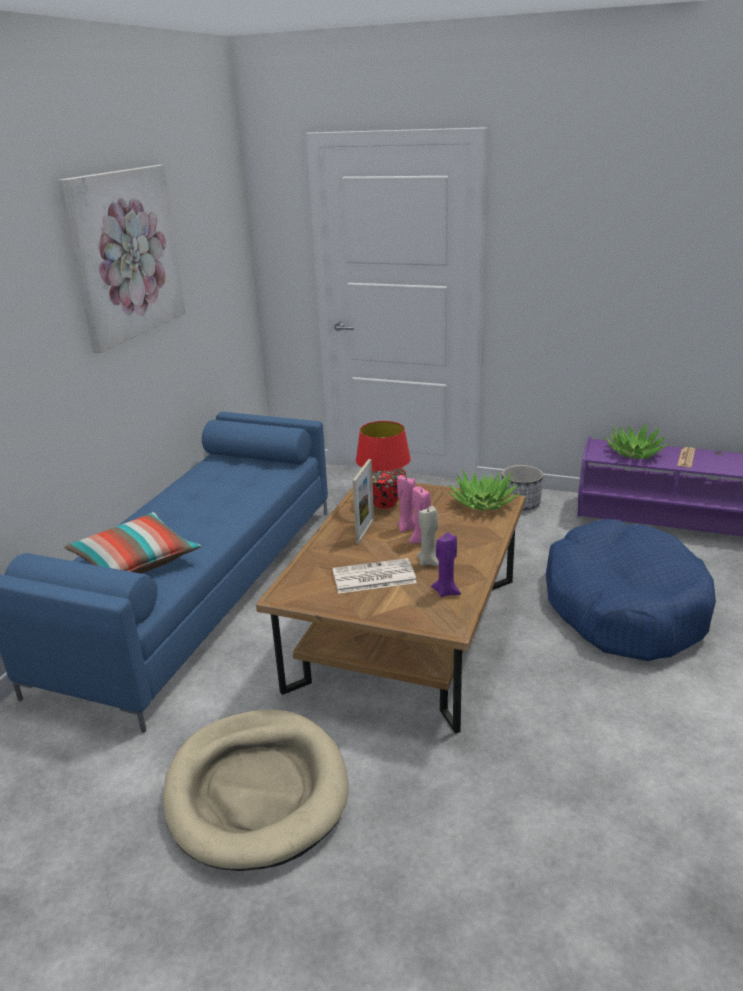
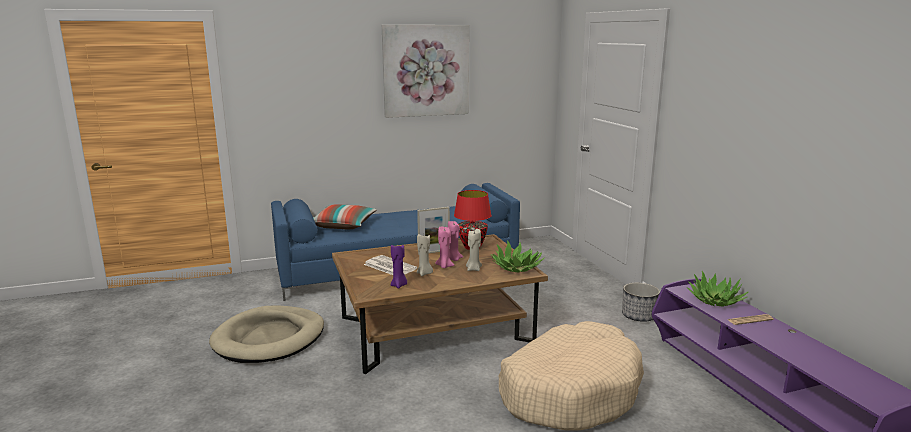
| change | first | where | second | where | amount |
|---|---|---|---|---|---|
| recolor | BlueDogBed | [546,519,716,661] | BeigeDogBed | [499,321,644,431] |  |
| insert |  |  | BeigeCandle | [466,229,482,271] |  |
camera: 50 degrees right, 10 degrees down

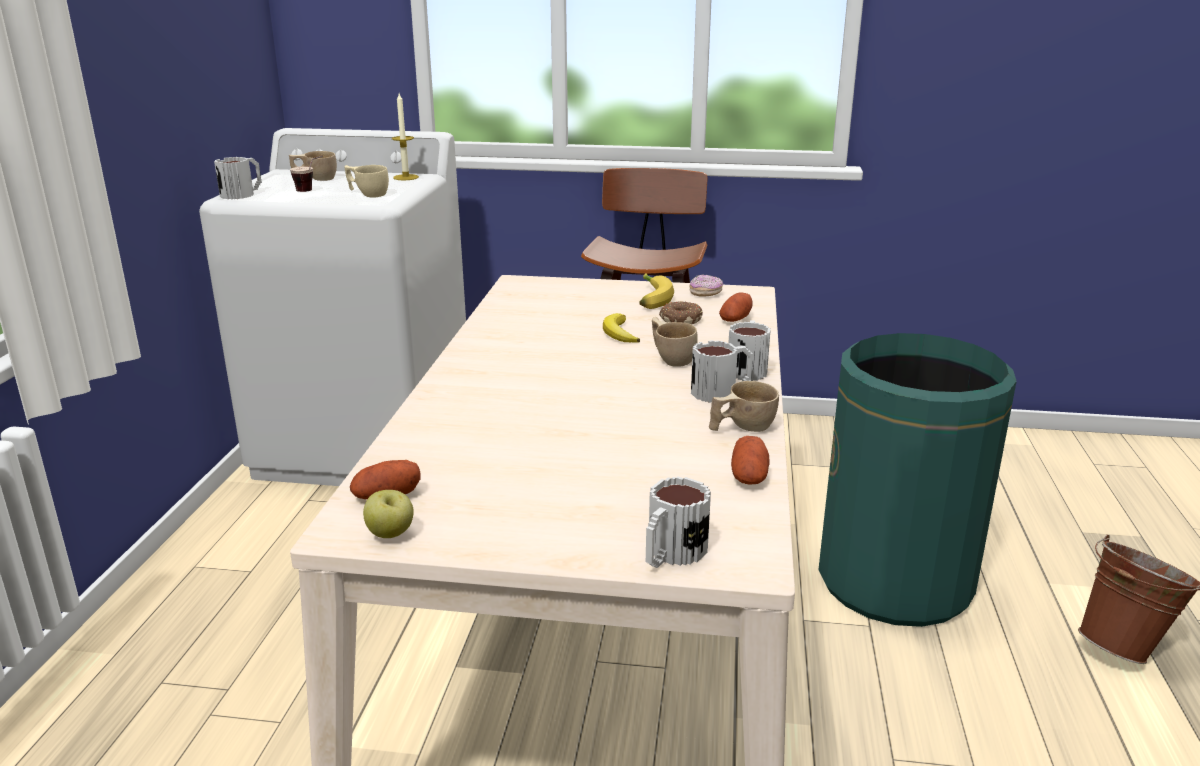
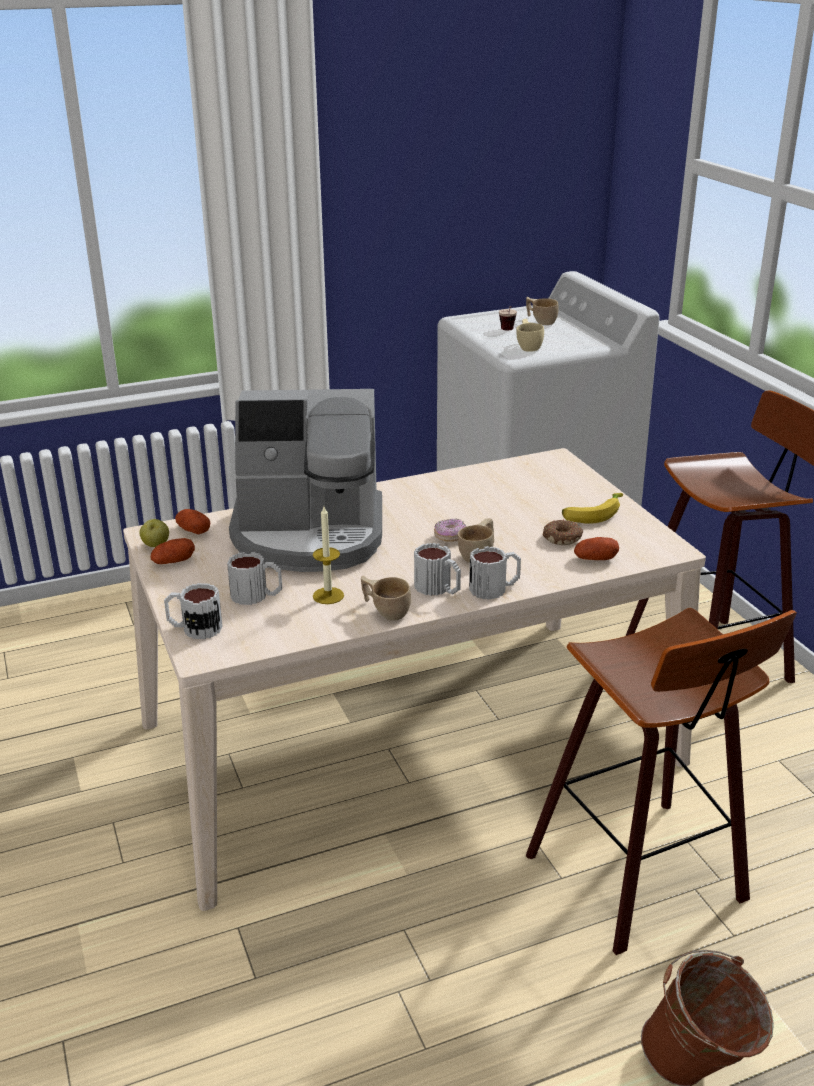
| change | first | where | second | where | amount |
|---|---|---|---|---|---|
| move | Mug | [214,157,262,199] |  | [227,552,282,605] |  |
| move | Candle | [392,93,419,180] |  | [313,507,344,604] |  |
| delete | Banana | [603,313,640,342] |  |  |  |
| move | Donut | [689,275,723,296] |  | [434,518,466,542] |  |
| move | Potato | [731,436,769,485] |  | [150,538,195,564] |  |
| replace | GreenTrashCan | [818,333,1017,627] | Stool | [526,608,797,955] |  |
| insert |  |  | CoffeeMachine | [229,389,382,572] |  |
camera: 60 degrees right, 5 degrees up

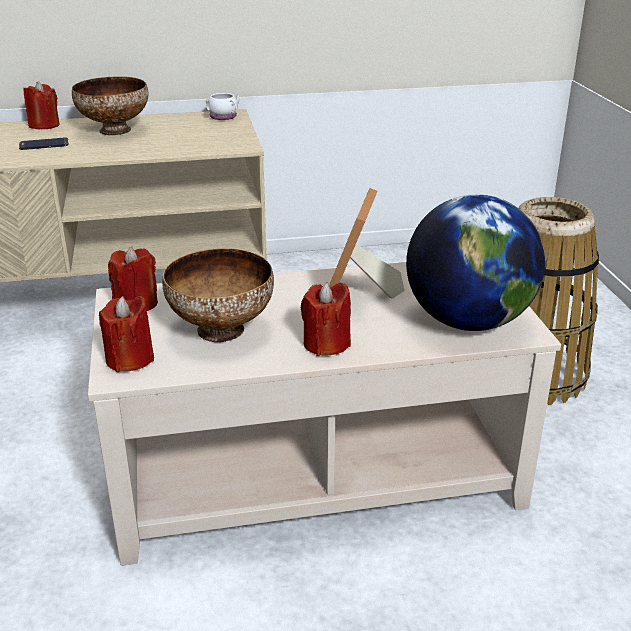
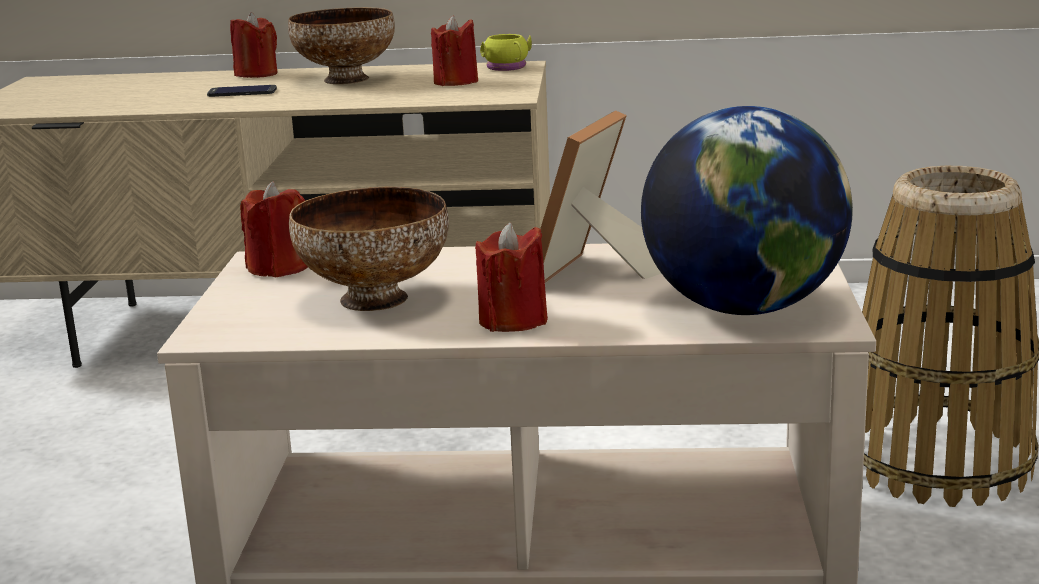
| change | first | where | second | where | amount |
|---|---|---|---|---|---|
| move | RedCandle | [99,296,154,372] |  | [431,16,478,86] |  |
| recolor | WhiteMug | [206,93,239,120] | YellowMug | [480,34,532,71] |  |
camera: 15 degrees right, 10 degrees down

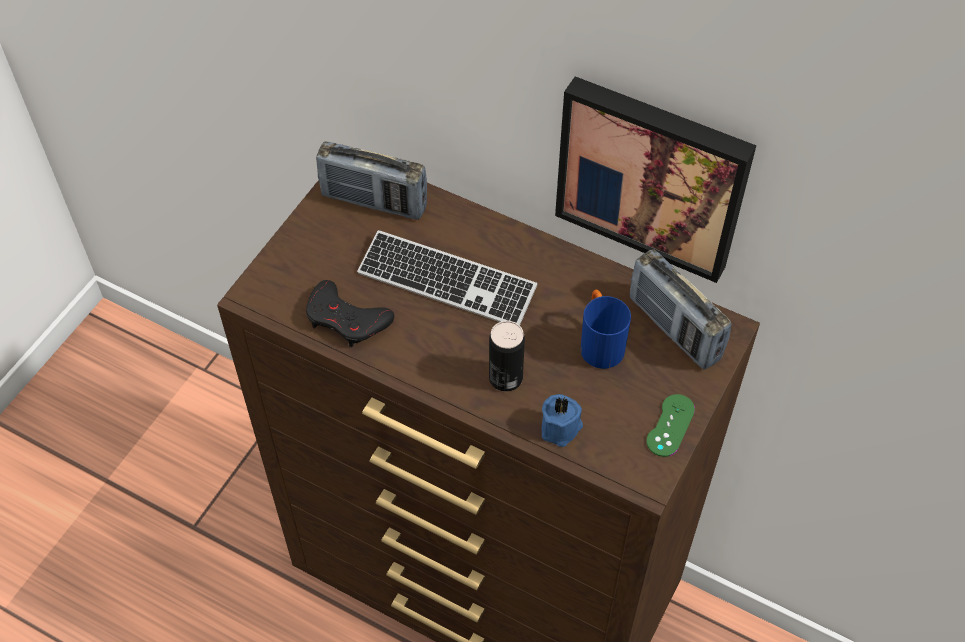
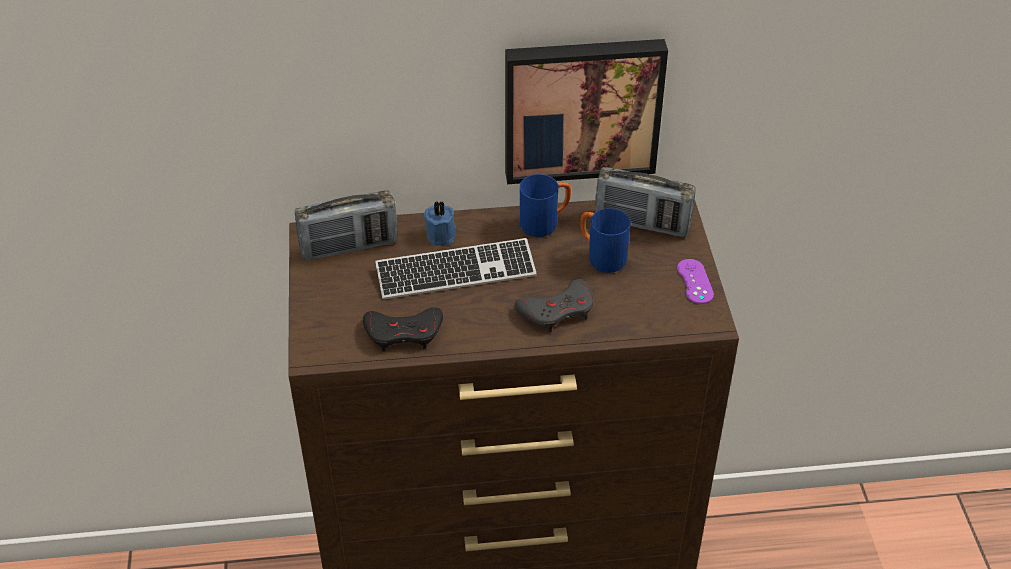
| change | first | where | second | where | amount |
|---|---|---|---|---|---|
| replace | Can | [489,321,525,392] | GreyGameController | [514,279,593,332] |  |
| move | BlueCandle | [541,394,583,447] |  | [424,201,456,246] |  |
| recolor | GreenGameController | [646,394,695,457] | PurpleGameController | [677,259,714,304] |  |
| insert |  |  | BlueMug | [520,174,571,237] |  |
camera: 35 degrees left, 10 degrees down

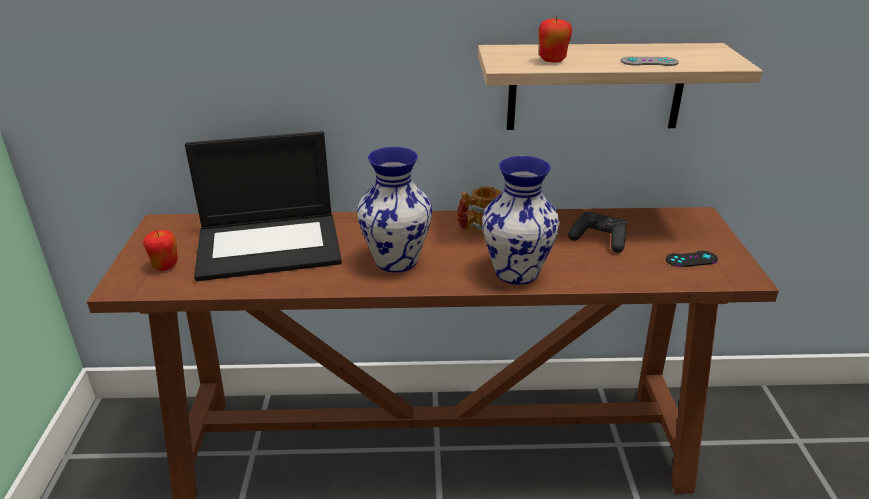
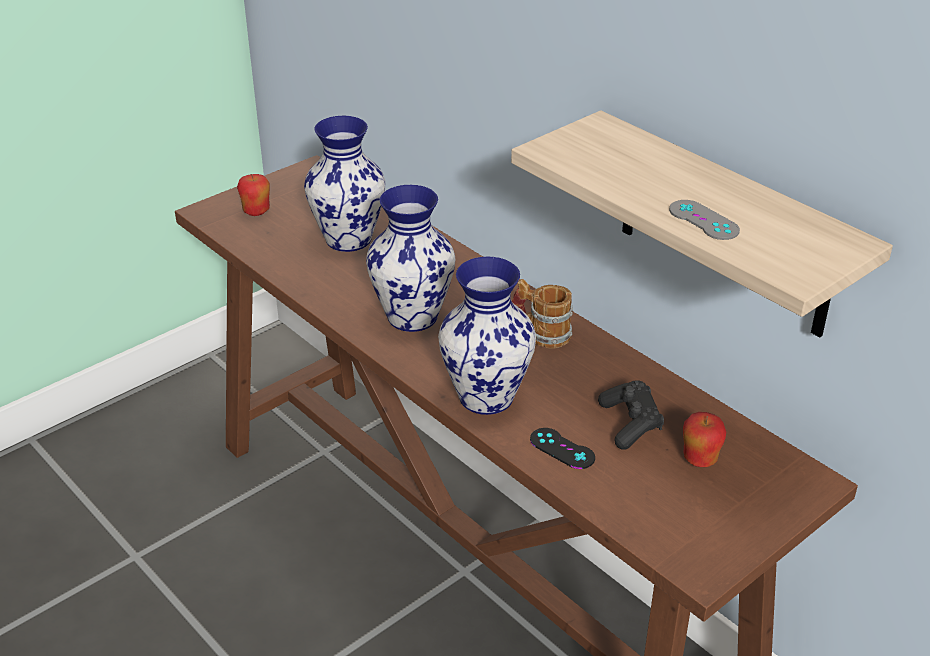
| change | first | where | second | where | amount |
|---|---|---|---|---|---|
| replace | Laptop | [185,131,342,281] | Vase | [304,116,385,252] |  |
| move | Apple | [538,16,572,63] |  | [683,412,726,467] |  |
| move | BlackGameController | [666,251,718,267] |  | [530,428,595,469] |  |
camera: 50 degrees right, 5 degrees up

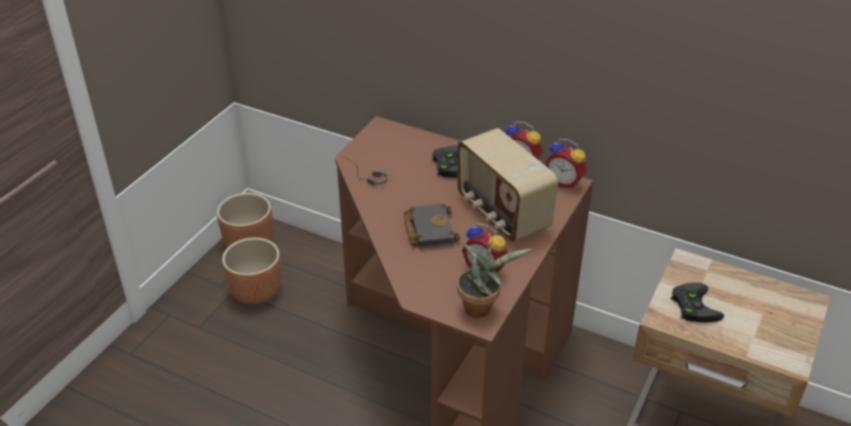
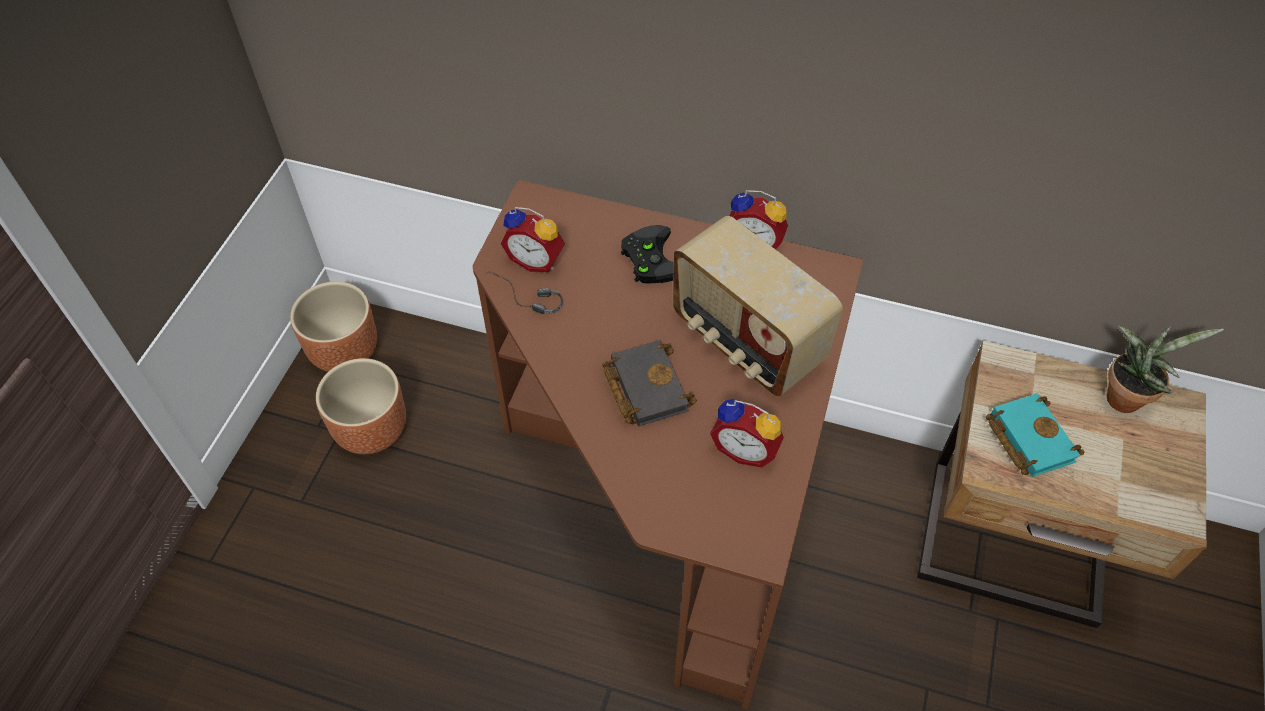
| change | first | where | second | where | amount |
|---|---|---|---|---|---|
| move | PottedPlant | [457,243,532,318] |  | [1107,325,1224,413] |  |
| move | AlarmClock | [544,139,587,188] |  | [501,207,565,272] |  |
| replace | BlackGameController | [671,282,724,322] | TurquoiseBook | [986,393,1084,477] |  |
camera: 10 degrees left, 15 degrees up

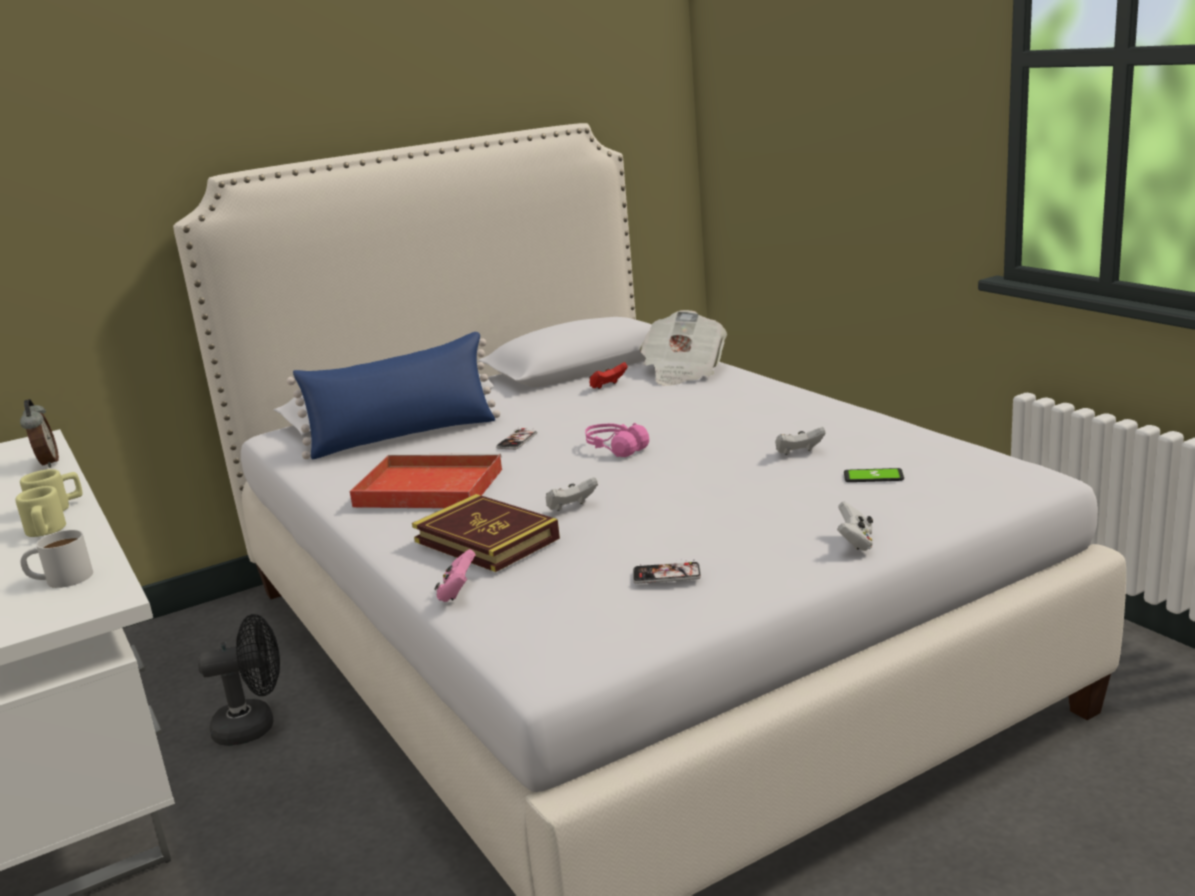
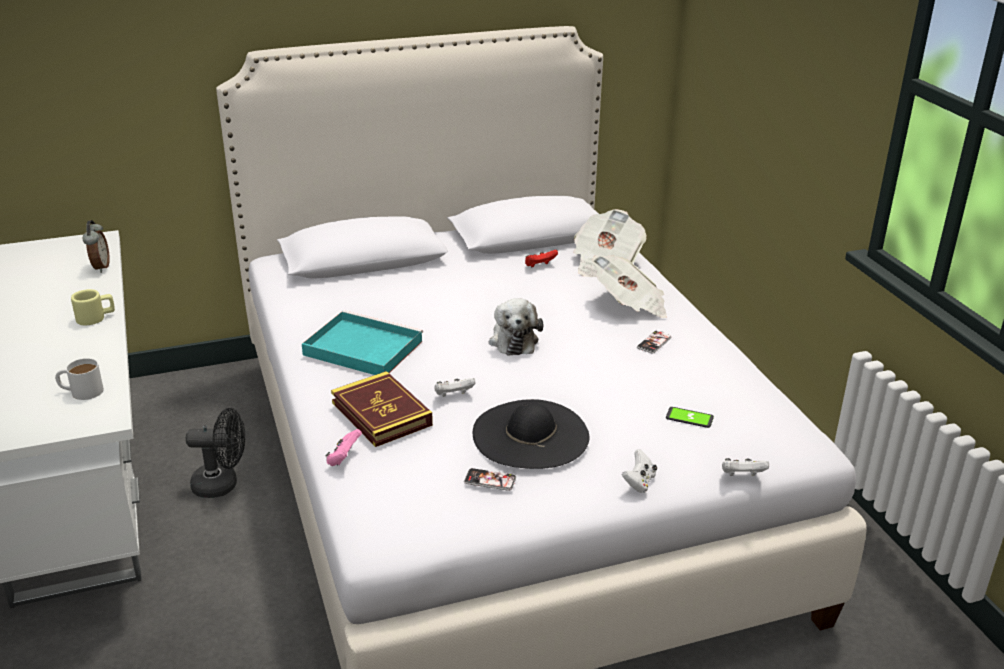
| change | first | where | second | where | amount |
|---|---|---|---|---|---|
| delete | BeigeMug | [15,486,66,537] |  |  |  |
| delete | BluePillow | [287,332,500,459] |  |  |  |
| recolor | RedTray | [350,453,502,508] | TurquoiseTray | [302,310,423,375] |  |
| move | Phone | [496,428,537,450] |  | [637,331,672,354] |  |
| replace | PinkHeadphones | [585,423,649,457] | PlushToy | [489,298,543,356] |  |
| move | WhiteGameController | [775,427,826,455] |  | [722,458,769,476] |  |
| insert |  |  | BlackHat | [473,399,589,469] |  |
| insert |  |  | Newspaper | [592,255,667,318] |  |
camera: 10 degrees right, 10 degrees up

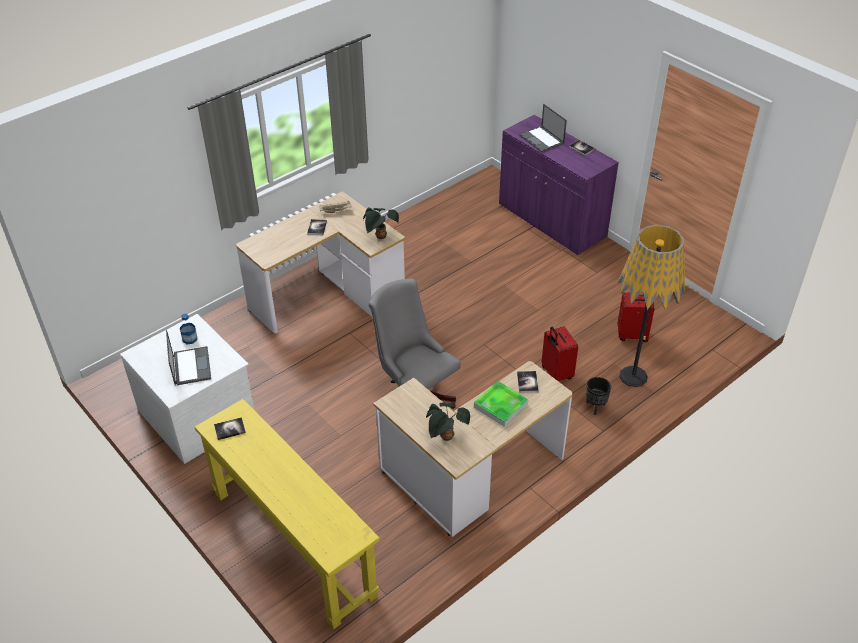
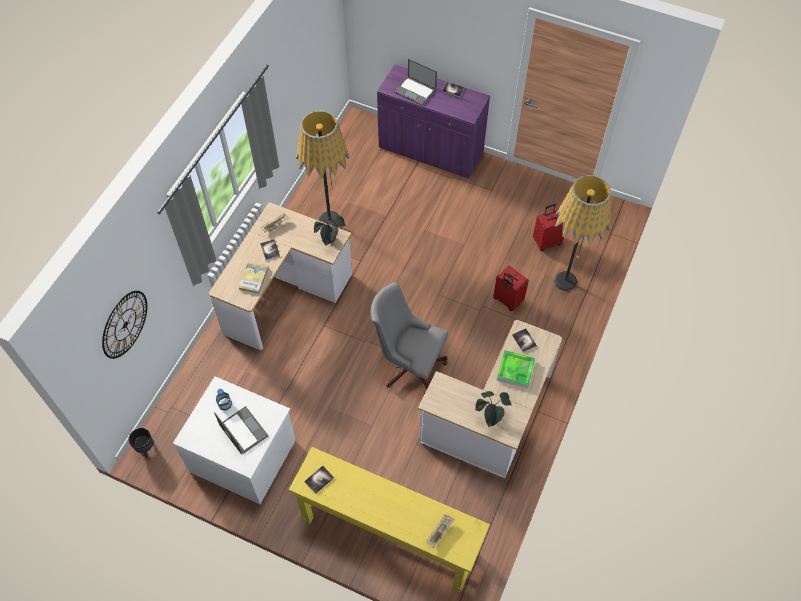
| change | first | where | second | where | amount |
|---|---|---|---|---|---|
| move | BlackPlanter | [586,377,611,415] |  | [128,428,155,458] |  |
| insert |  |  | WallClock | [102,291,147,359] |  |
| insert |  |  | Book | [238,261,269,294] |  |
| insert |  |  | FloorLamp | [296,111,349,227] |  |
| insert |  |  | BeigeTray | [426,514,455,548] |  |
camera: 25 degrees left, 15 degrees up

